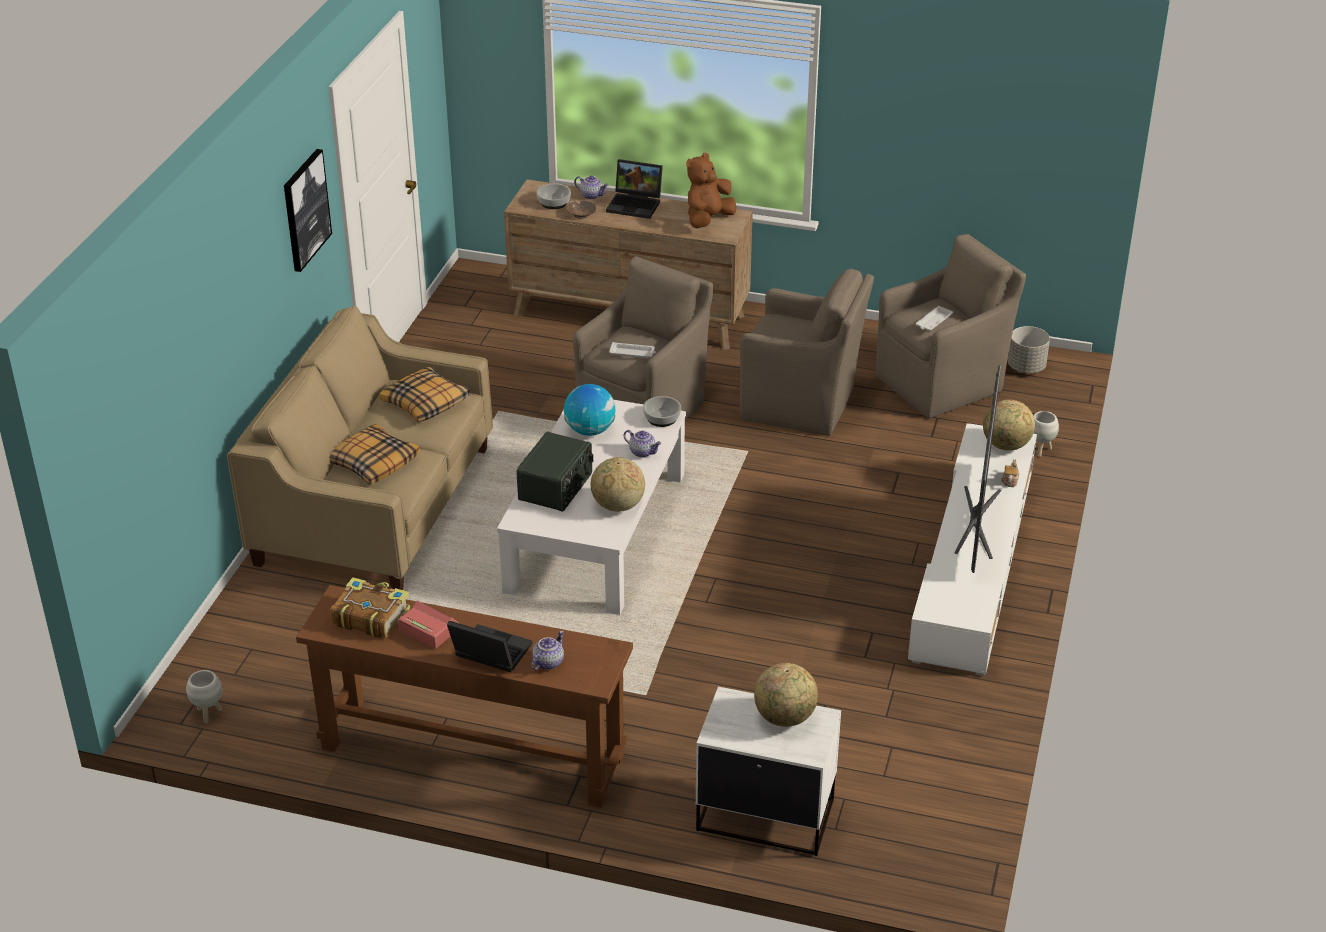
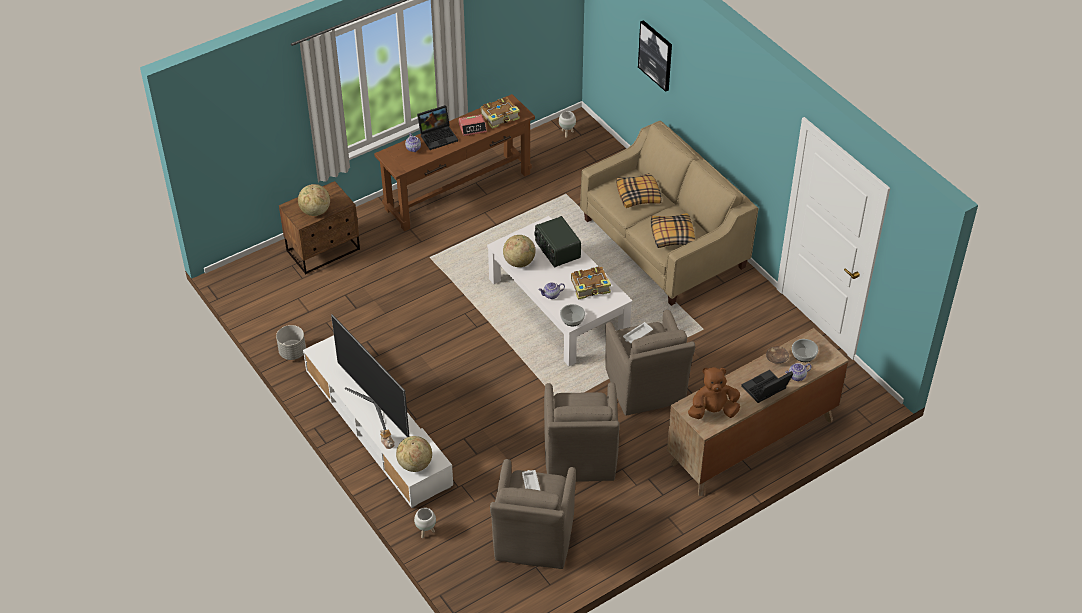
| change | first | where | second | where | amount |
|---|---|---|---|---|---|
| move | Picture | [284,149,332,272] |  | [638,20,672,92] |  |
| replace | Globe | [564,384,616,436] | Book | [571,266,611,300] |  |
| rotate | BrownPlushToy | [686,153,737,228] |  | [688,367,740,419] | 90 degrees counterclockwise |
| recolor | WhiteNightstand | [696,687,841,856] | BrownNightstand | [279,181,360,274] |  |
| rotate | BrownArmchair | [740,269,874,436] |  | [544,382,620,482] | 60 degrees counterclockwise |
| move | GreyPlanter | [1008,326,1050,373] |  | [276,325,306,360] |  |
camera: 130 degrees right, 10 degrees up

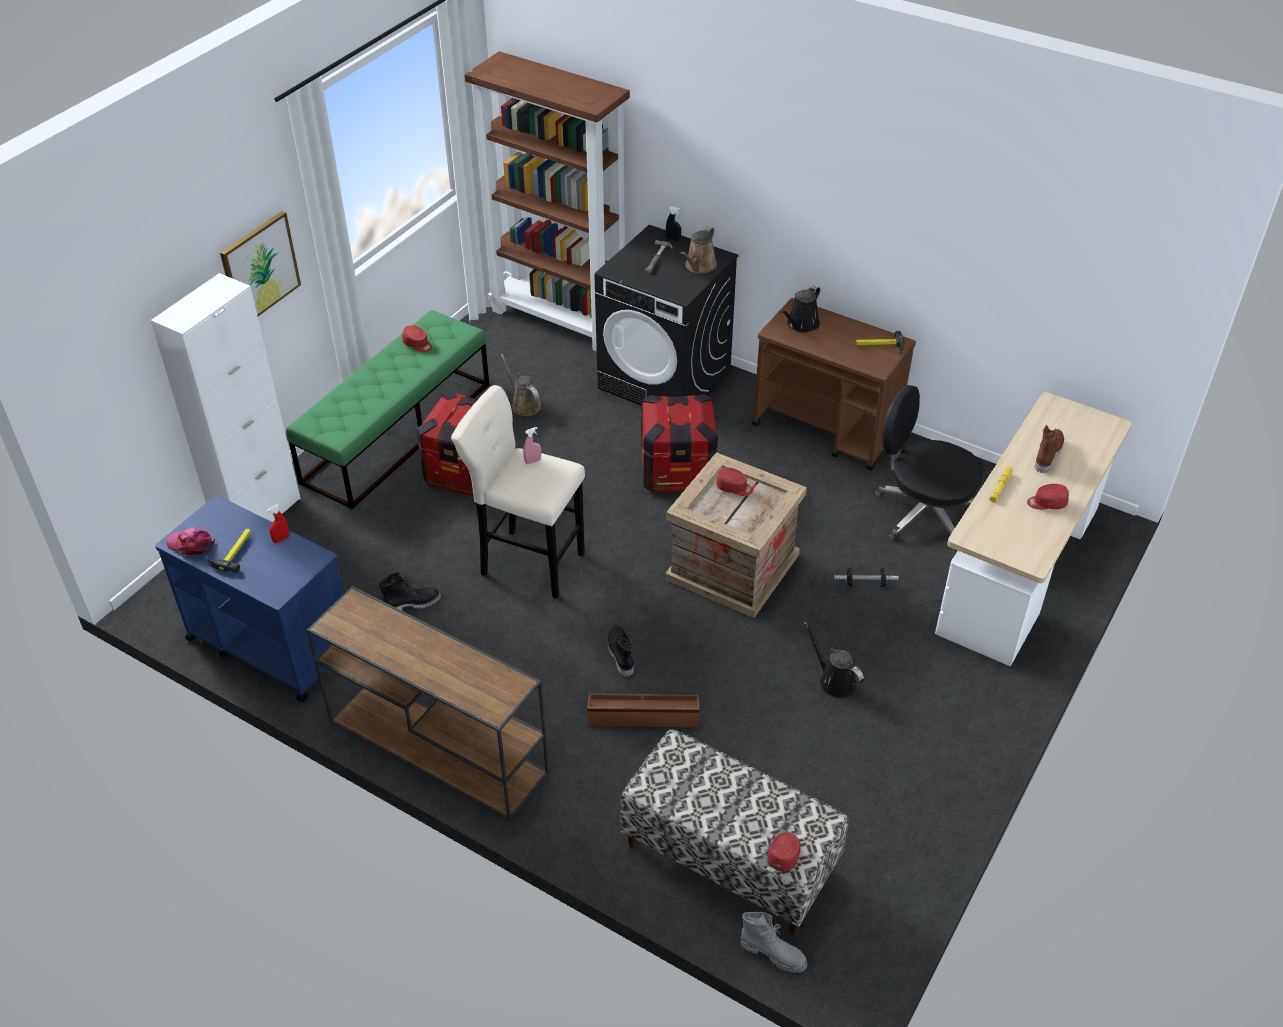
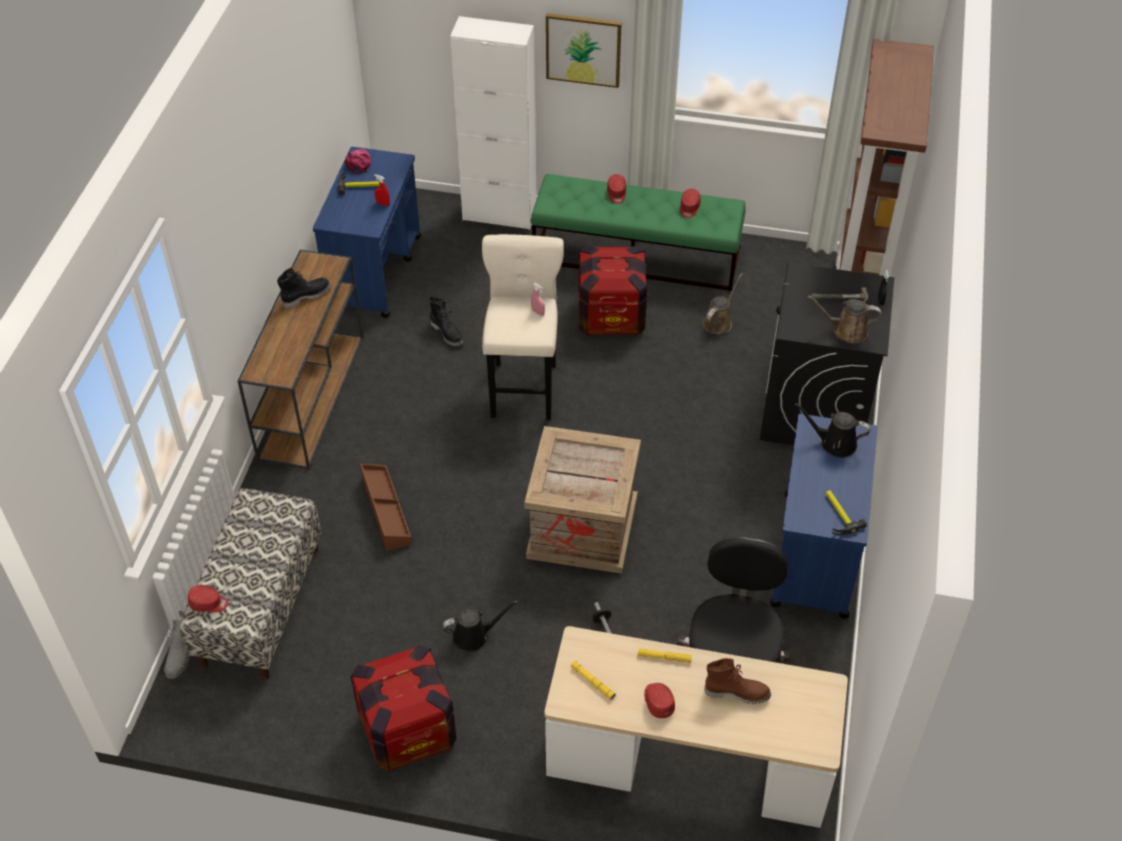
| change | first | where | second | where | amount |
|---|---|---|---|---|---|
| move | BlackBoot | [607,625,634,677] |  | [277,267,331,309] |  |
| move | Crate | [641,394,718,493] |  | [351,644,457,772] |  |
| move | RedCap | [716,468,753,496] |  | [607,174,626,204] |  |
| recolor | BrownCart | [752,298,916,471] | BlueCart | [770,414,877,619] |  |
| rotate | BlackWateringCan | [804,622,864,698] |  | [442,601,518,652] | 45 degrees clockwise |
| insert |  |  | YellowFlashlight | [571,661,616,700] |  |
camera: 70 degrees right, 5 degrees up

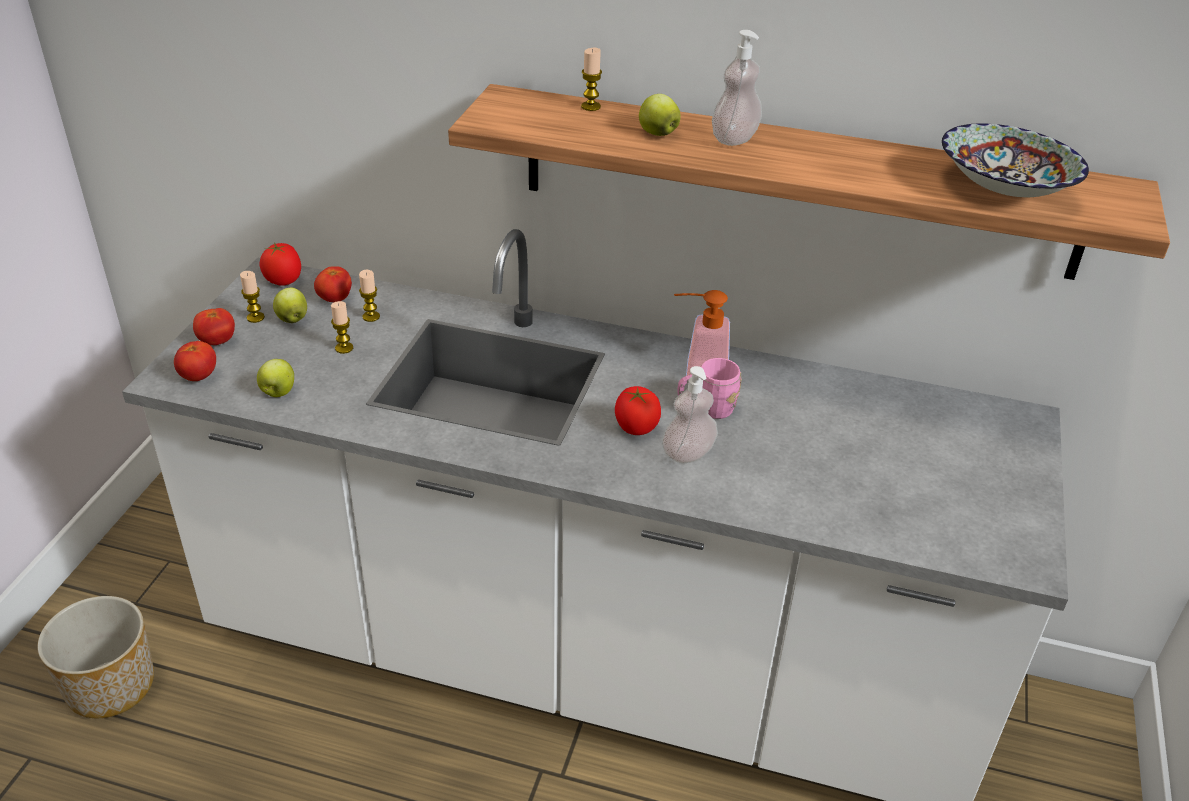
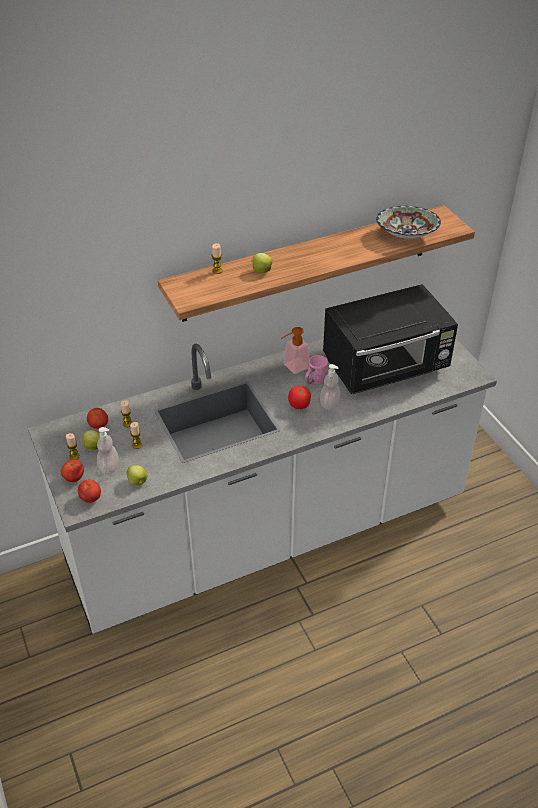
| change | first | where | second | where | amount |
|---|---|---|---|---|---|
| delete | Planter | [37,596,154,718] |  |  |  |
| delete | Tomato | [260,242,301,286] |  |  |  |
| move | SoapDispenser | [712,30,762,146] |  | [97,427,119,474] |  |
| insert |  |  | BlackMicrowave | [323,284,458,394] |  |
camera: 40 degrees left, 5 degrees up

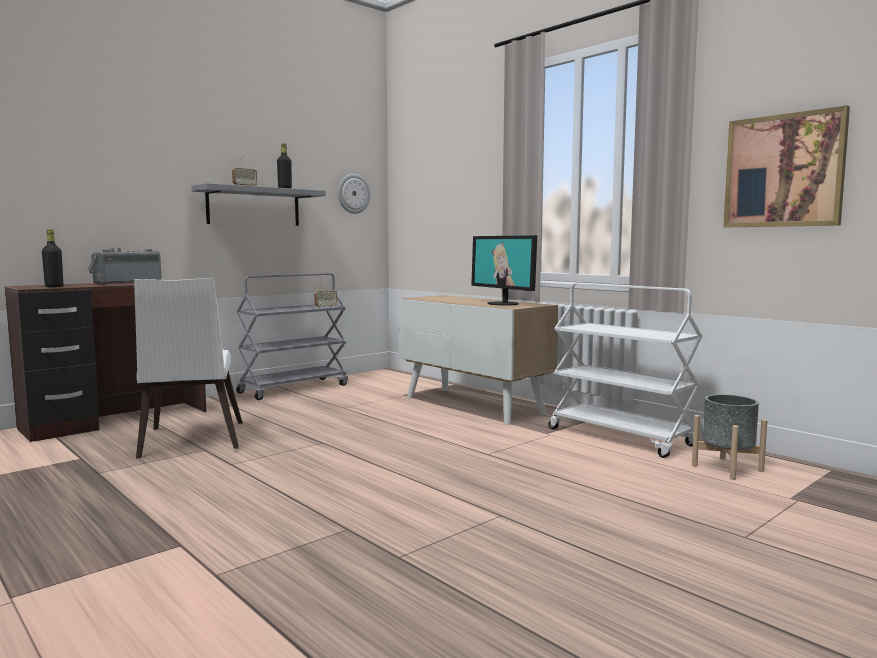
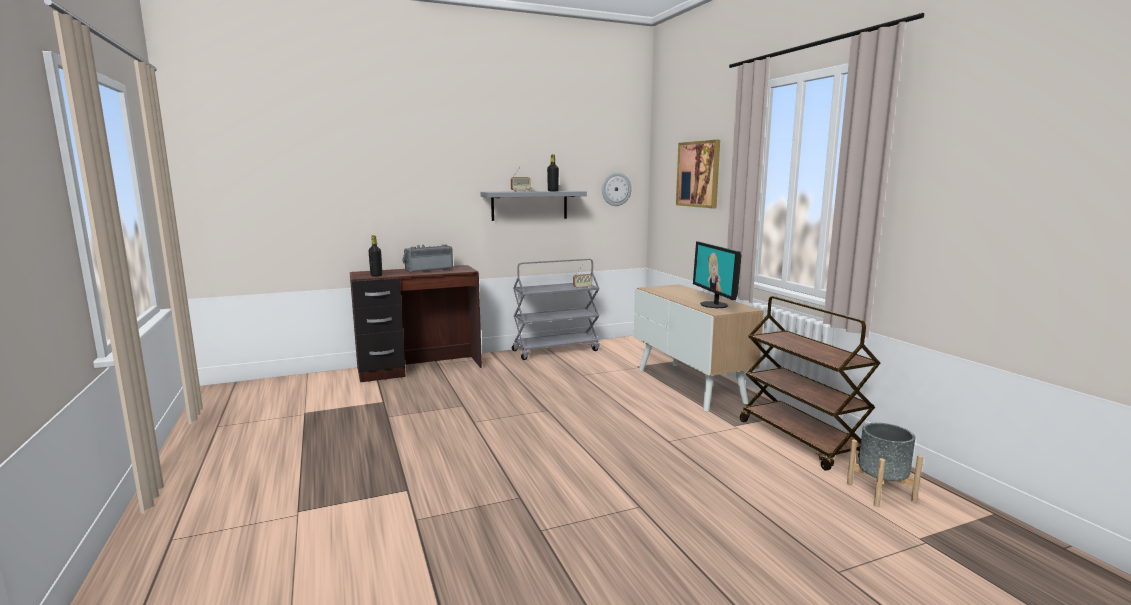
| change | first | where | second | where | amount |
|---|---|---|---|---|---|
| delete | WhiteChair | [134,278,243,458] |  |  |  |
| recolor | WhiteCart | [549,283,703,458] | BrownCart | [740,296,880,471] |  |
| move | Picture | [723,106,850,227] |  | [676,140,720,208] |  |
camera: 20 degrees right, 5 degrees up

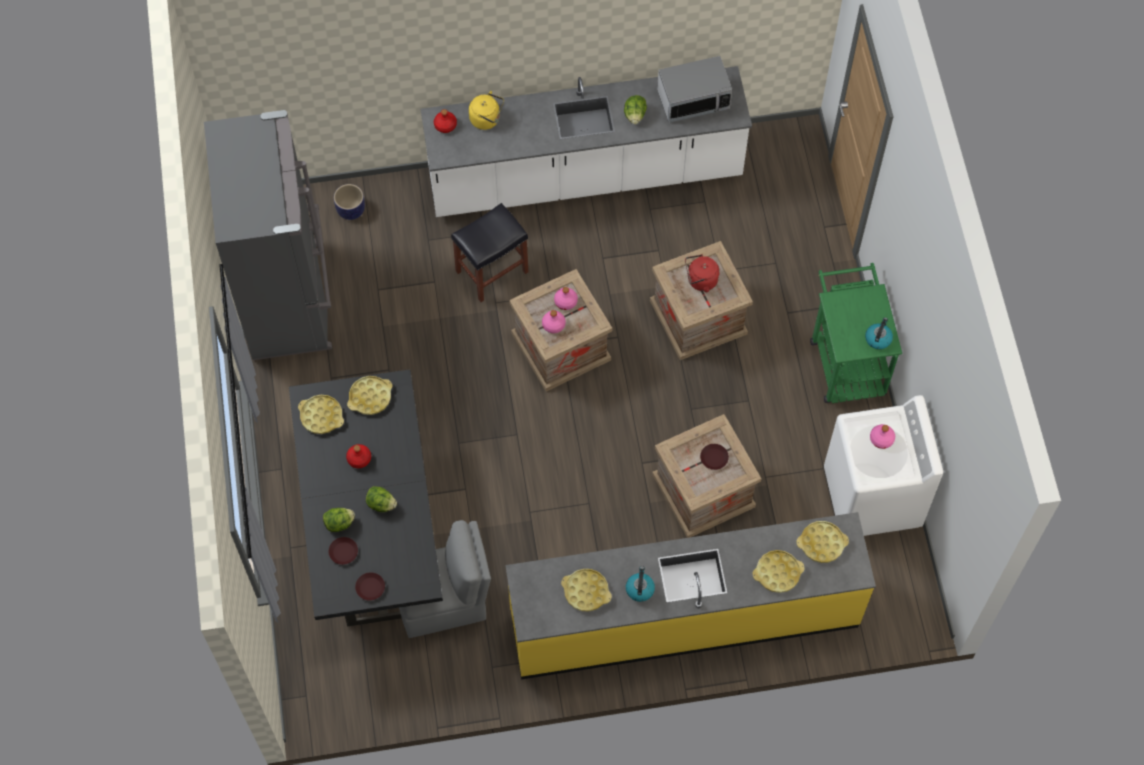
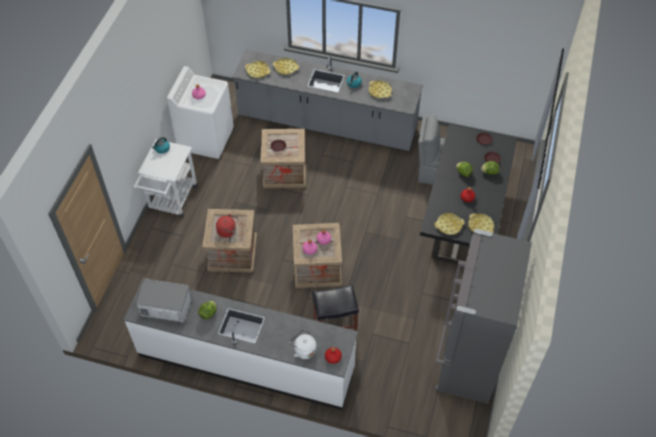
| change | first | where | second | where | amount |
|---|---|---|---|---|---|
| delete | Planter | [334,184,365,220] |  |  |  |
| recolor | YellowKettle | [469,91,504,130] | WhiteKettle | [290,329,317,359] |  |
| recolor | YellowCounter | [505,512,876,679] | GreyCounter | [232,50,423,152] |  |
| recolor | GreenCart | [810,263,902,403] | WhiteCart | [134,139,197,217] |  |
camera: 155 degrees left, 10 degrees down

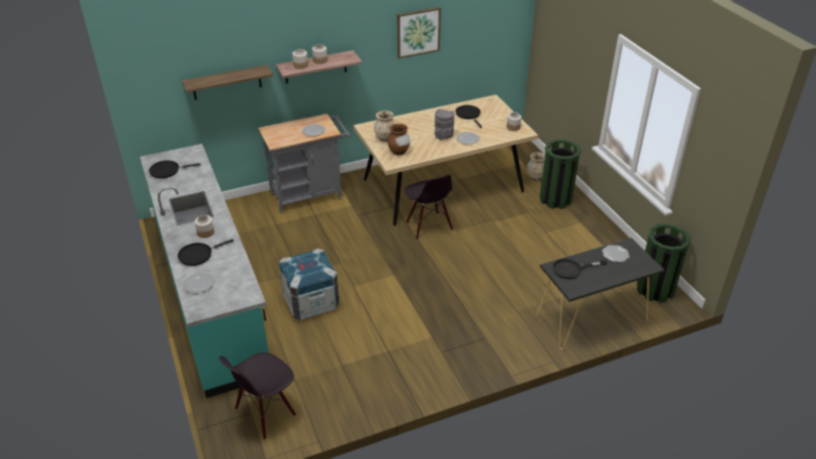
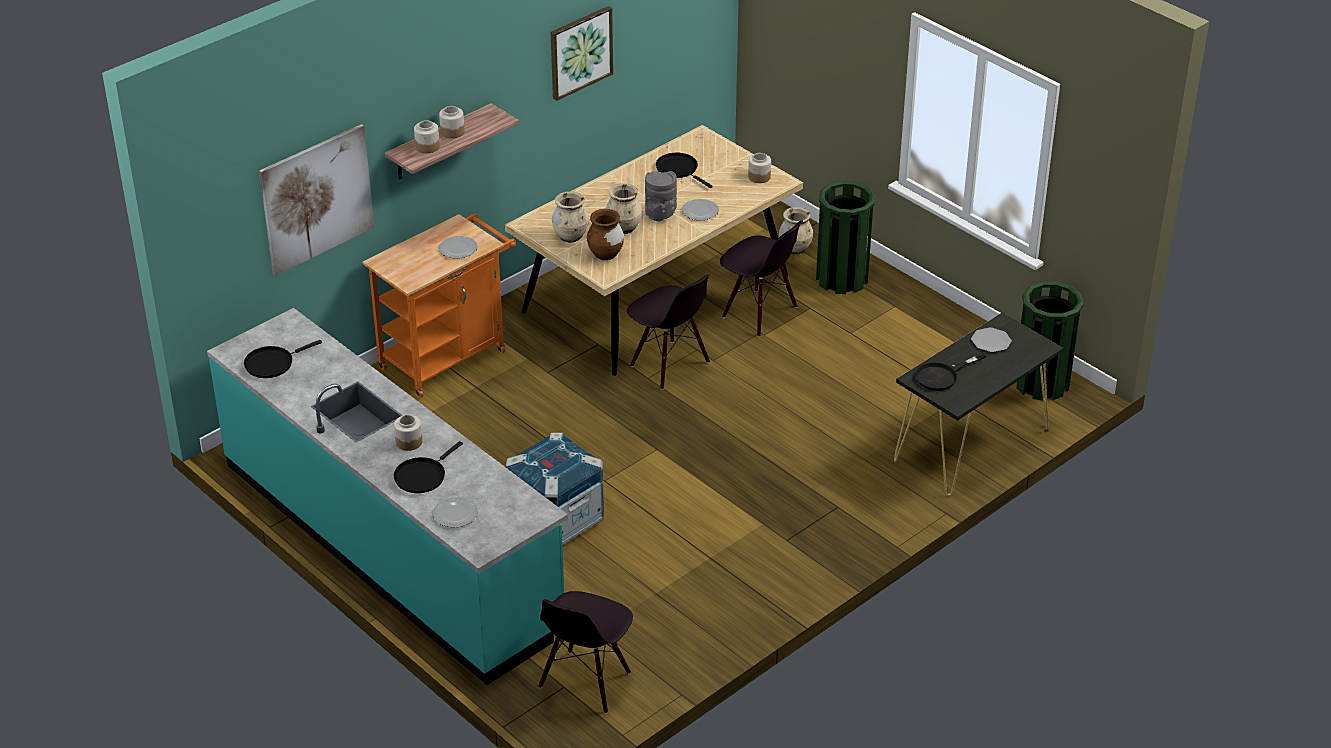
| change | first | where | second | where | amount |
|---|---|---|---|---|---|
| replace | Shelf | [182,65,273,100] | Picture | [259,124,374,276] |  |
| recolor | GreyCart | [258,114,351,214] | OrangeCart | [362,213,516,398] |  |
| insert |  |  | BeigeVase | [606,183,642,234] |  |
| insert |  |  | BlackChair | [720,220,803,337] |  |
camera: 20 degrees left, 0 degrees up

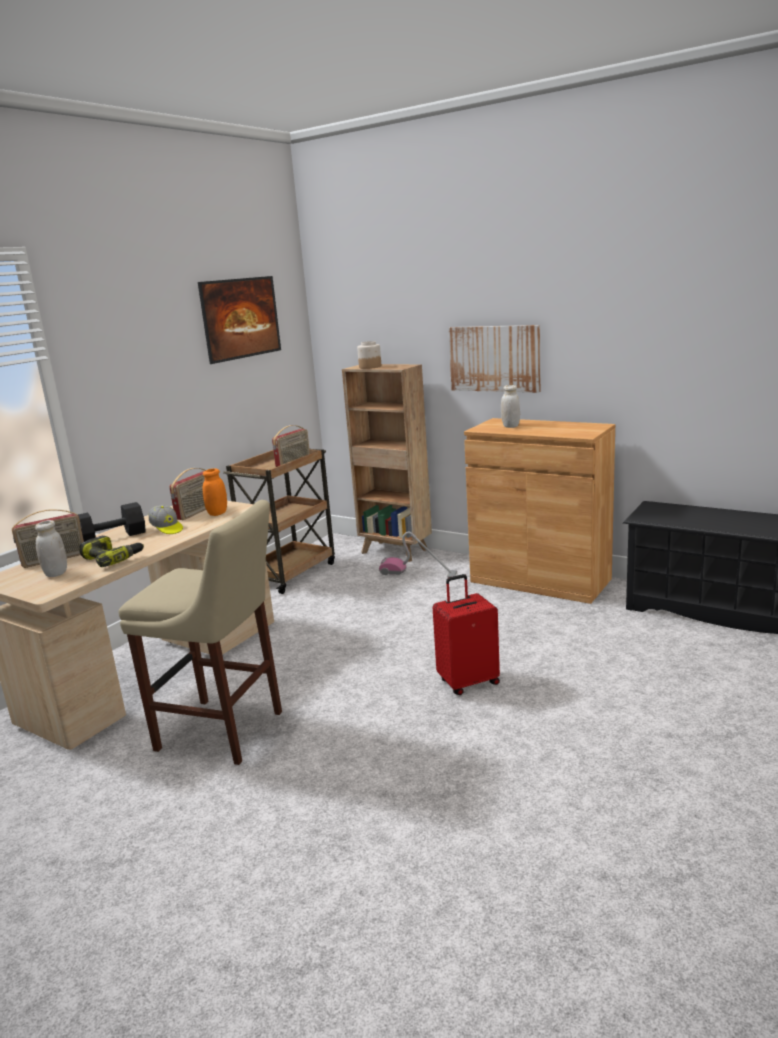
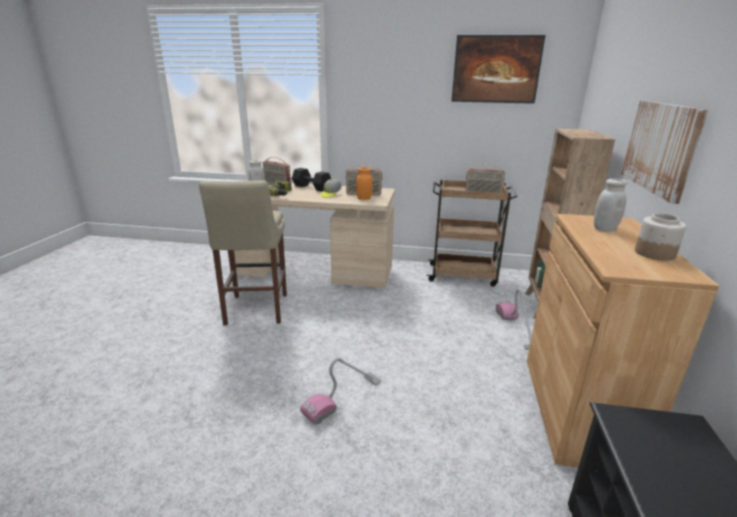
| change | first | where | second | where | amount |
|---|---|---|---|---|---|
| move | Jar | [357,341,381,369] |  | [635,213,686,261] |  |
| replace | RedSuitcase | [433,574,500,695] | VacuumCleaner | [300,358,381,425] |  |
camera: 65 degrees right, 5 degrees up

